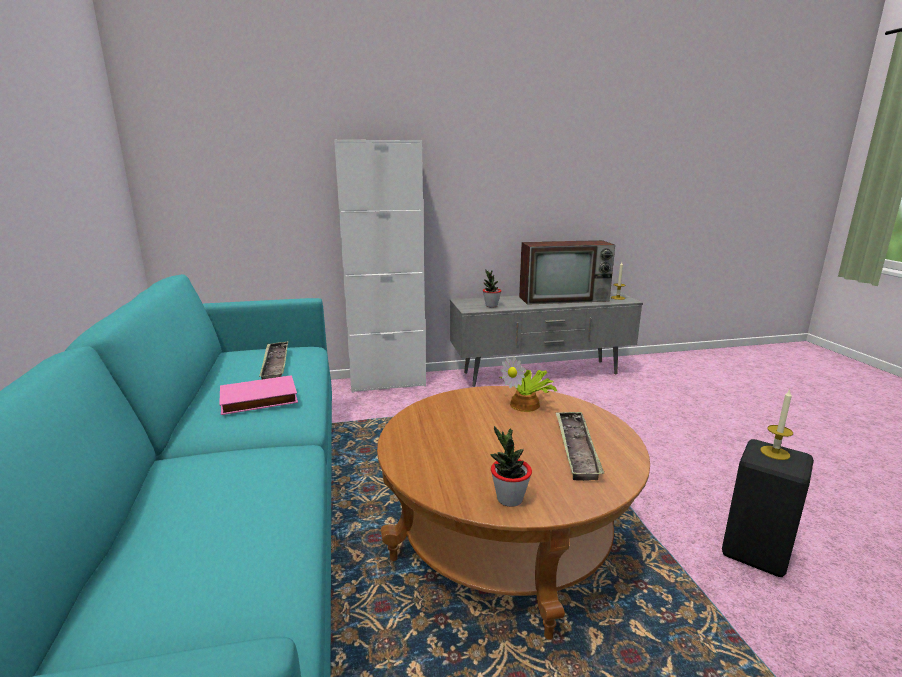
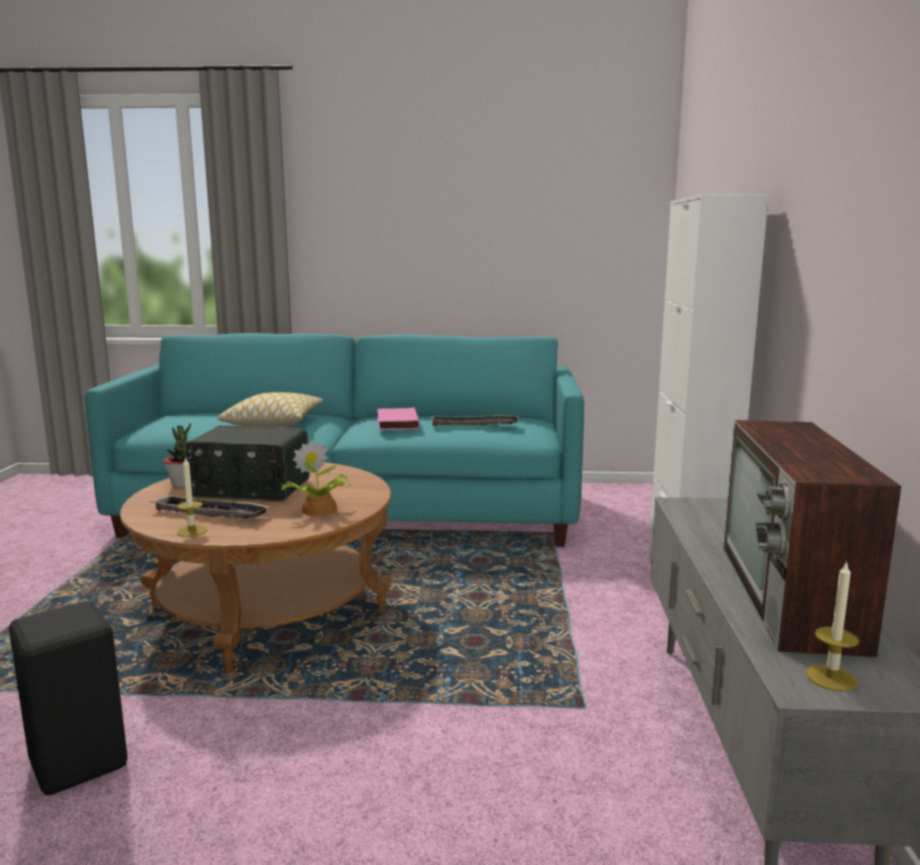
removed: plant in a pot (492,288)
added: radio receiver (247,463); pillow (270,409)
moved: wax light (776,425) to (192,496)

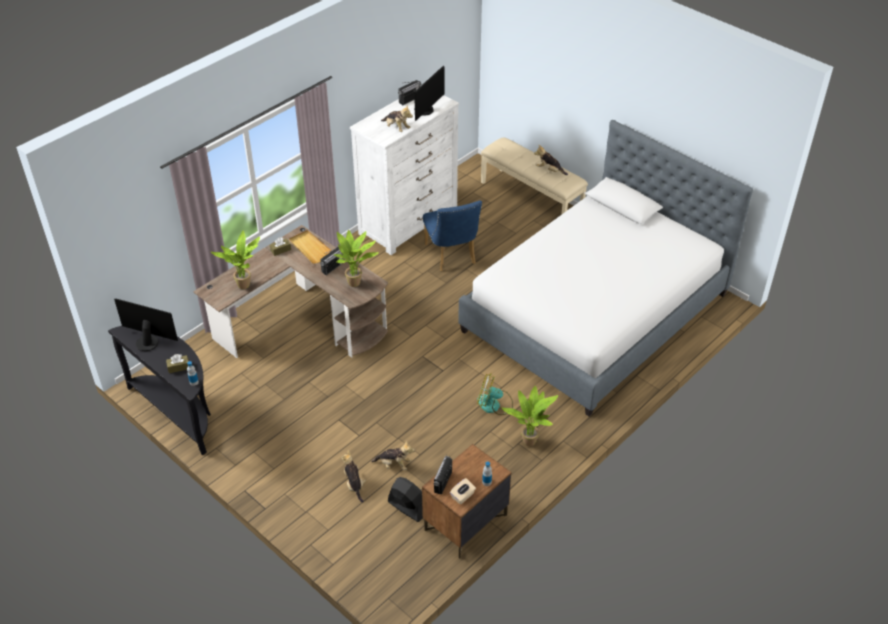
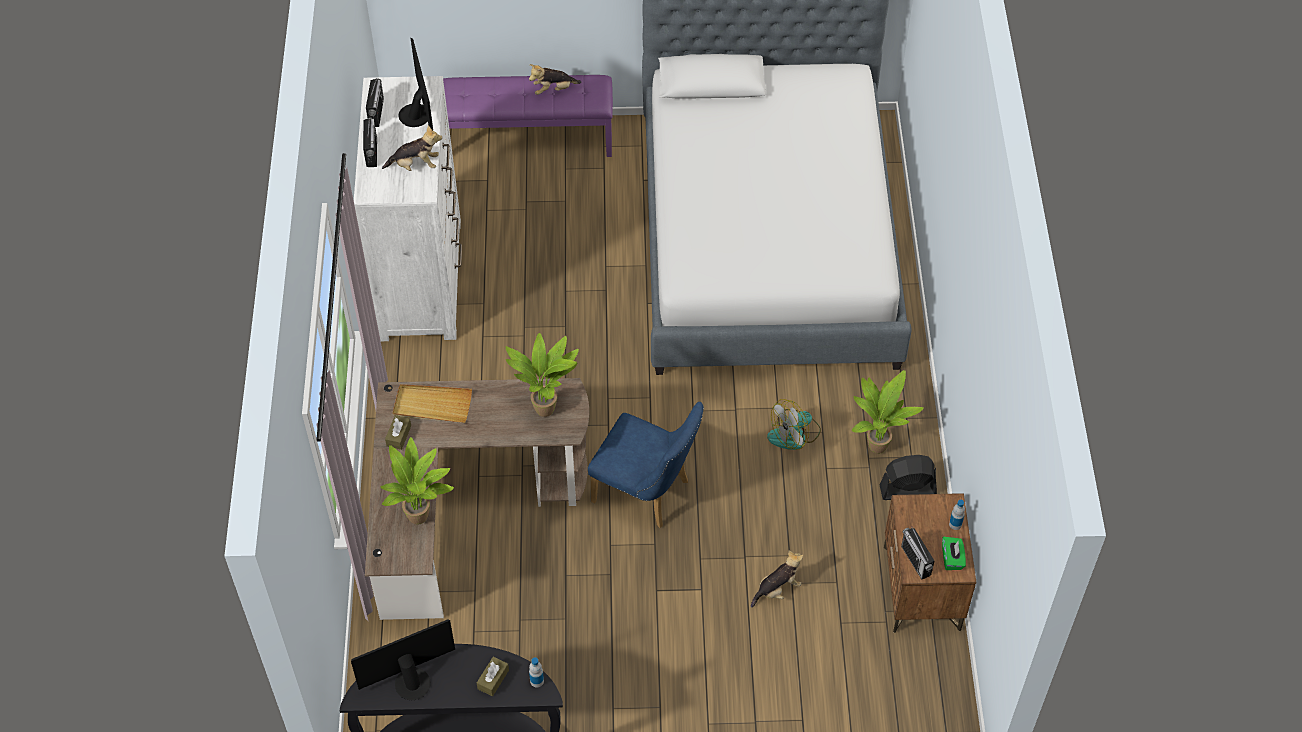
removed: plush toy (354,477)
moved: radio receiver (332,261) to (370,142); upright chair (blue-coloured) (452,236) to (646,465); cooling fan (blackish) (405,499) to (908,477)
recoloured: indoor bench (beige) (534,176) to indoor bench (purplish) (528,116); box of tissues (beige) (463,491) to box of tissues (greenish) (954,553)

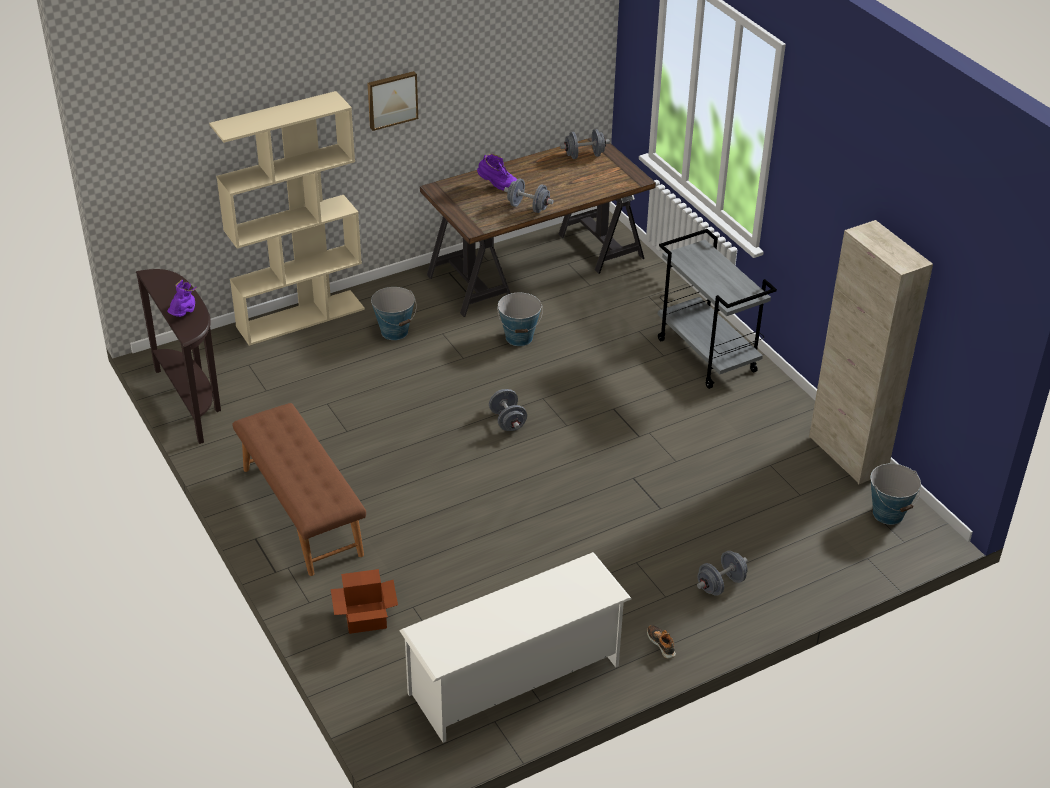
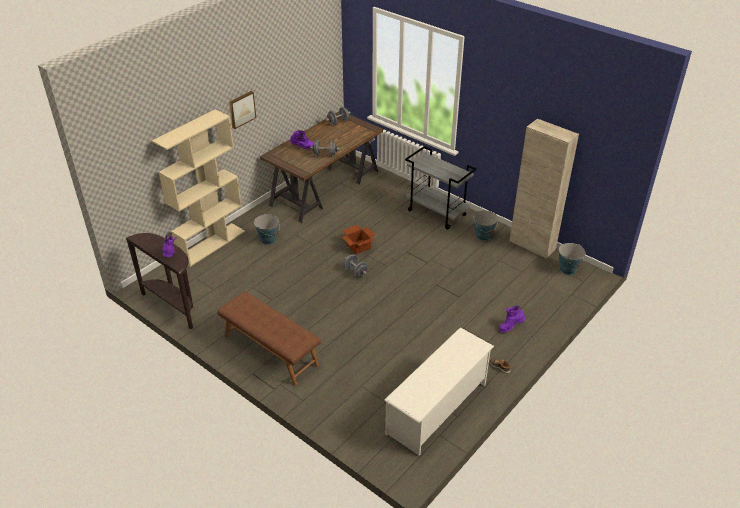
moved: cardboard box (364,601) to (358,239); pail (520,319) to (485,225)
replaced: hand weight (greyish) (722,573) to high-top boot (purplish) (512,319)

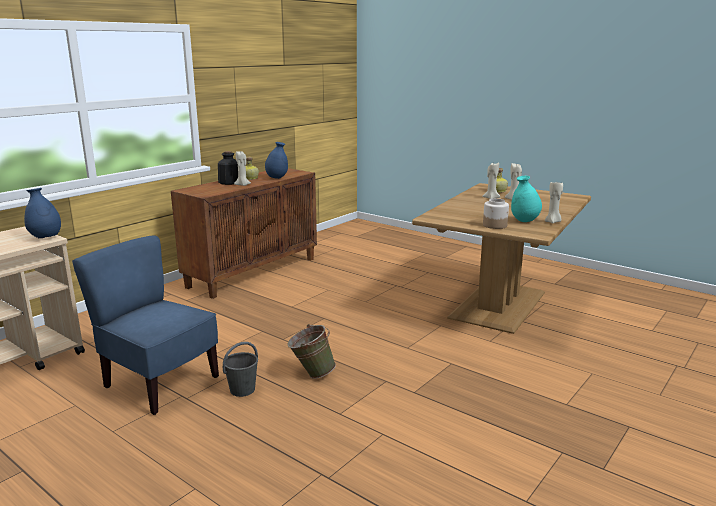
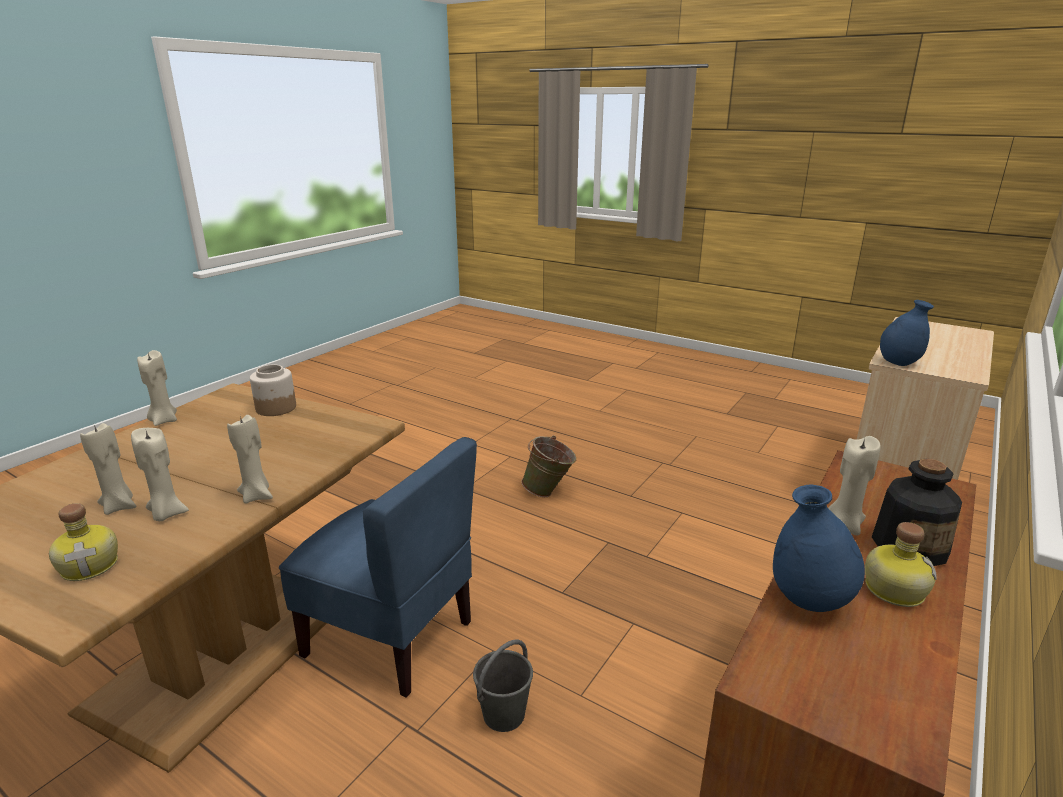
removed: flower vase (turquoise-coloured) (526,199)
added: wax light (beige) (250,459)
moved: upright chair (blue-coloured) (145,325) to (378,567); pail (greyish) (240,369) to (503,685)

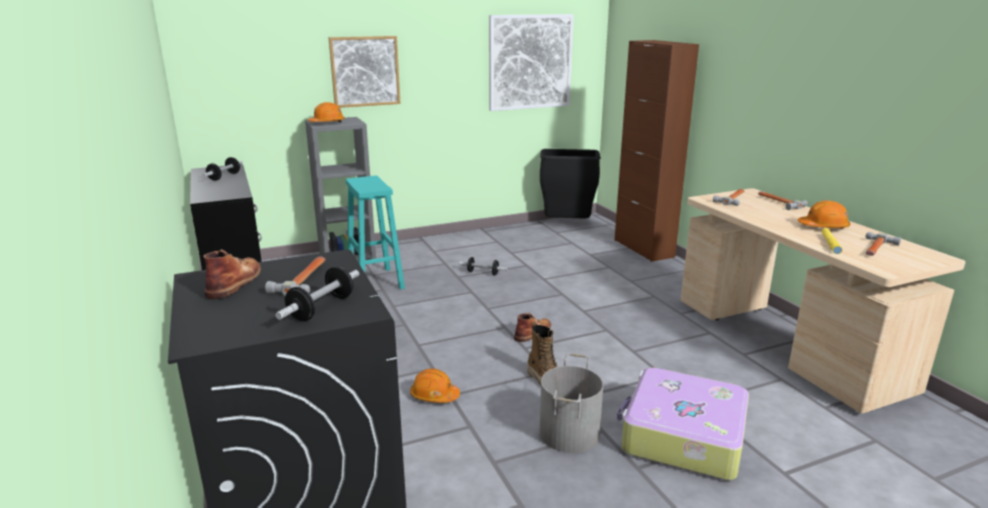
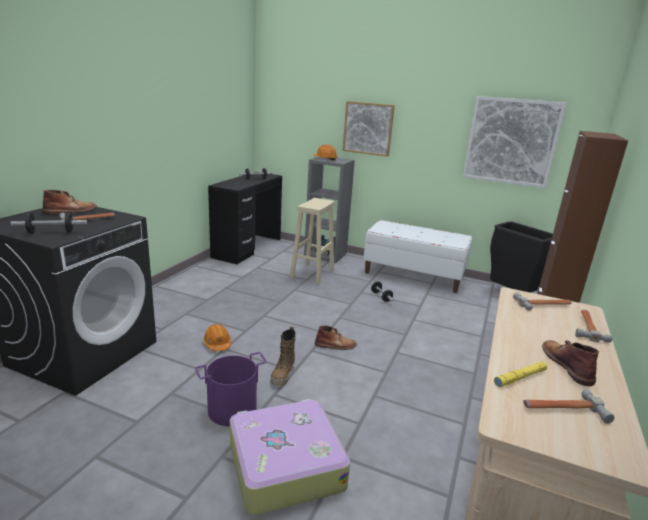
added: indoor bench (white-coloured) (417,256)
replaced: work helmet (orange) (824,215) to high-top boot (brown) (570,363)
recoloured: pail (greyish) (571,403) to pail (purplish) (231,389); sitting stool (turquoise-coloured) (375,232) to sitting stool (beige) (312,241)

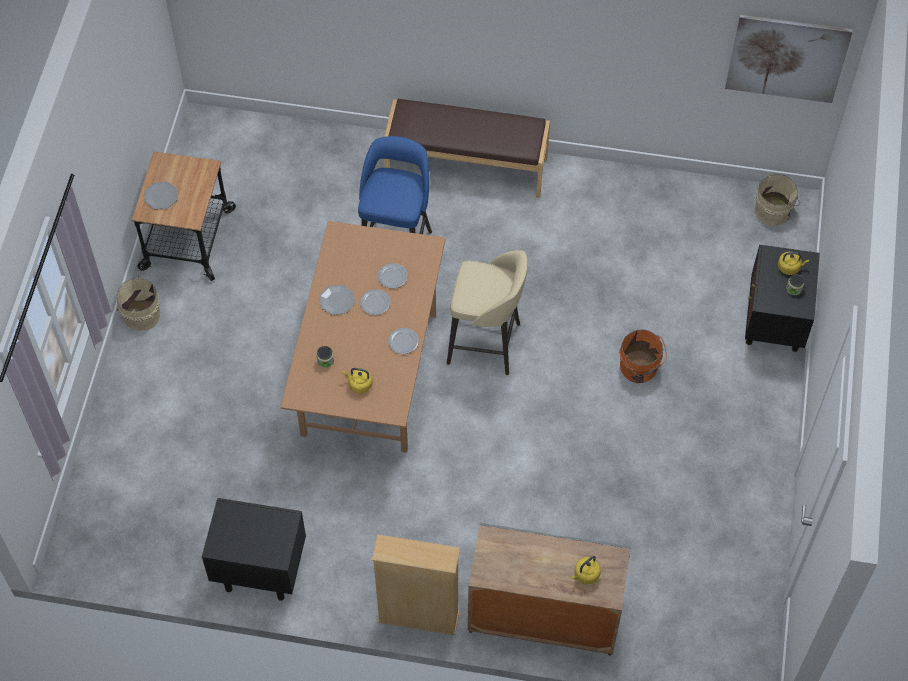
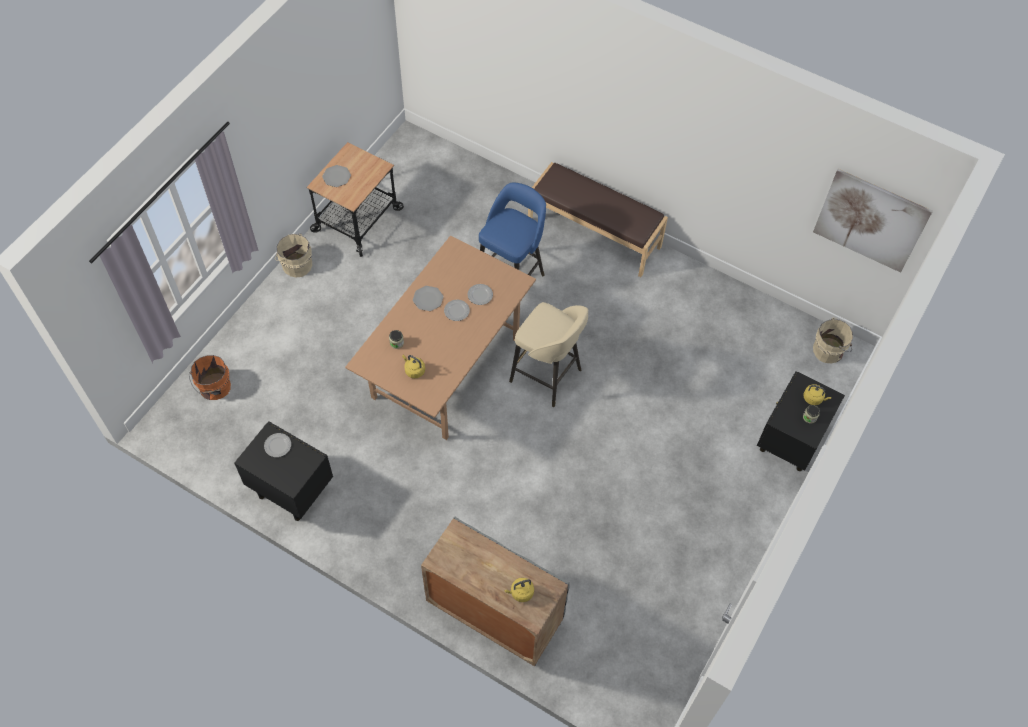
removed: bookshelf (beige) (416,584)
moved: pail (orange) (643,356) to (210,377); flat dish (403,341) to (277,445)

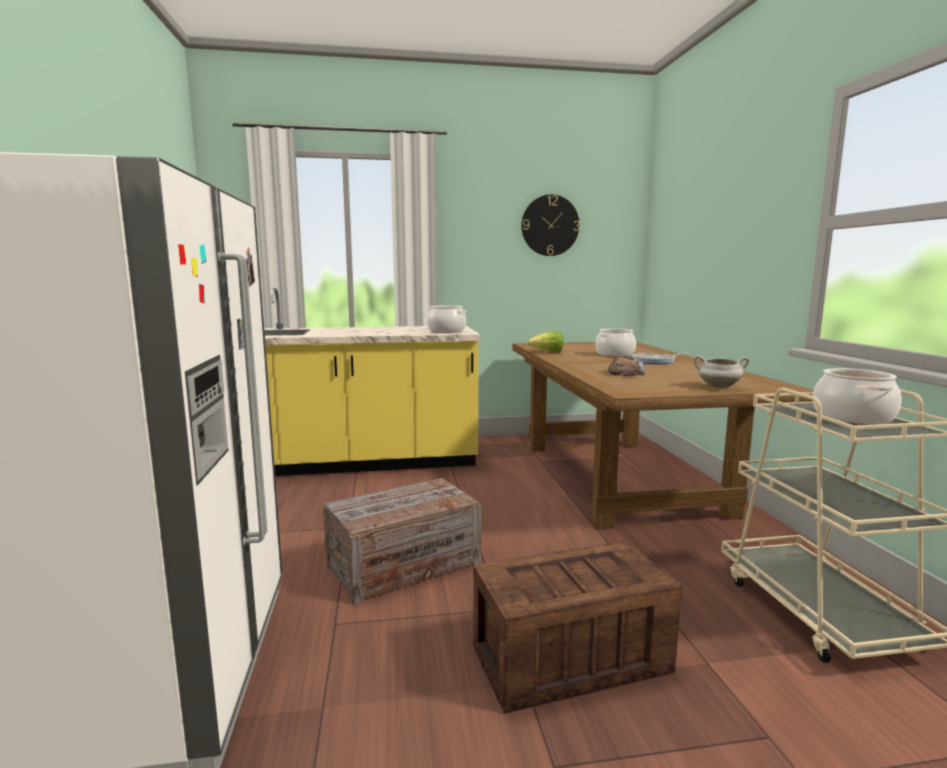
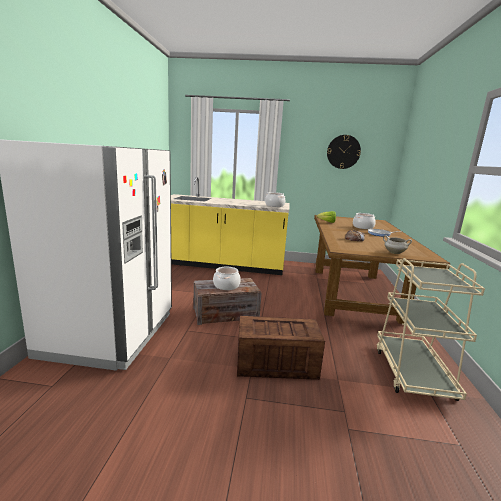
moved: cooking pot (857,396) to (227,278)

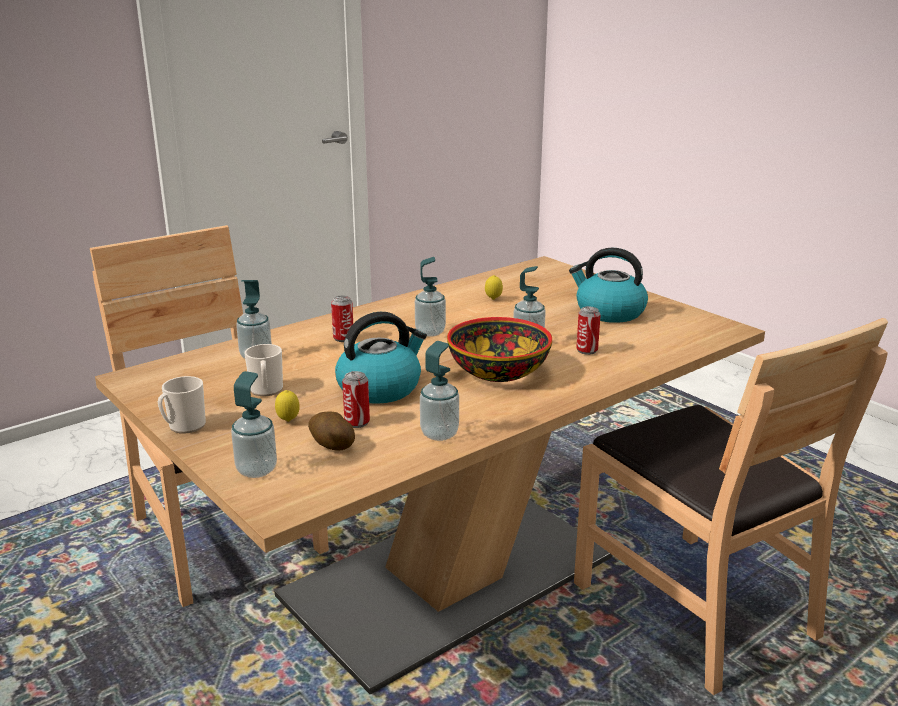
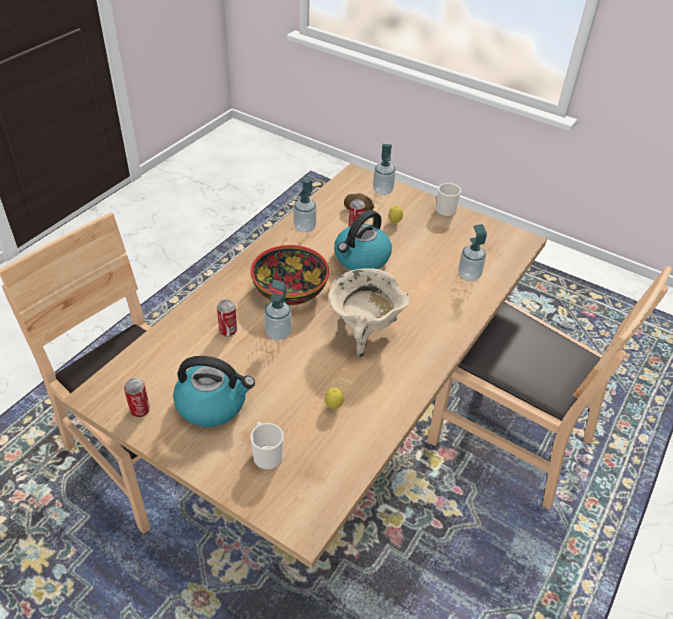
moved: metal can (342,319) to (137,397); coffee mug (263,370) to (267,446)
replaced: liquid soap bottle (430,297) to cooking pot (beige) (369,312)

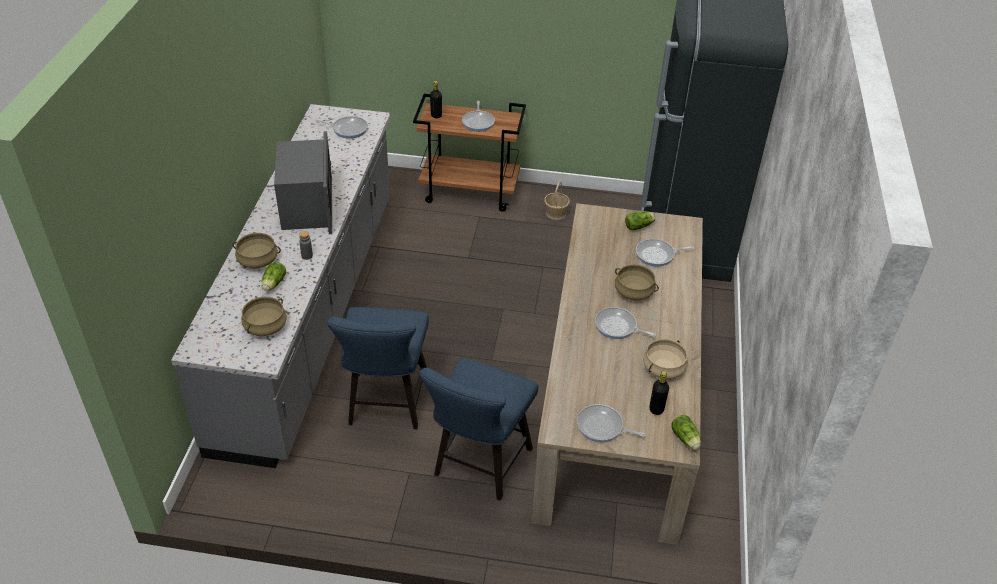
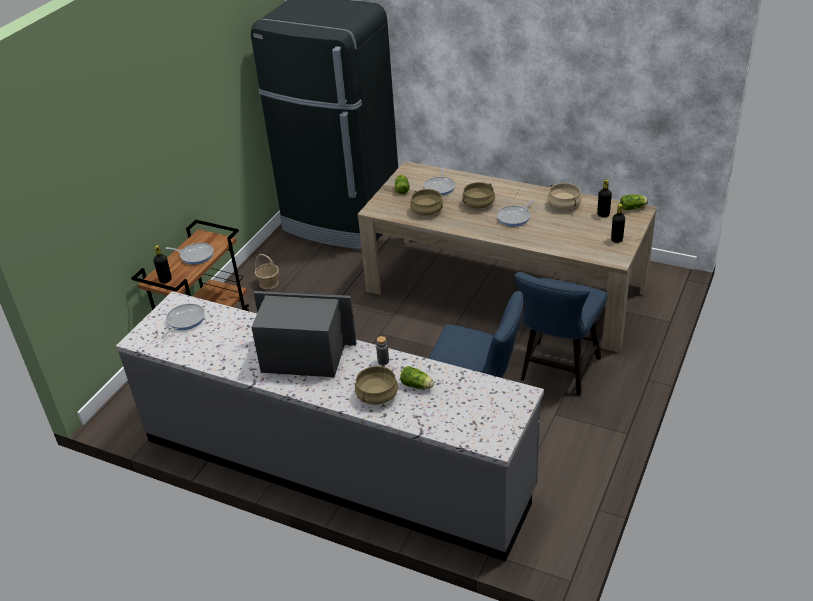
moved: cooking pot (beige) (264,316) to (426,202)
replaced: pan (611,423) to beverage bottle (blackish) (618,223)
turned: upright chair (blue-coloured) (478,429) = (560,334) 75 degrees clockwise

